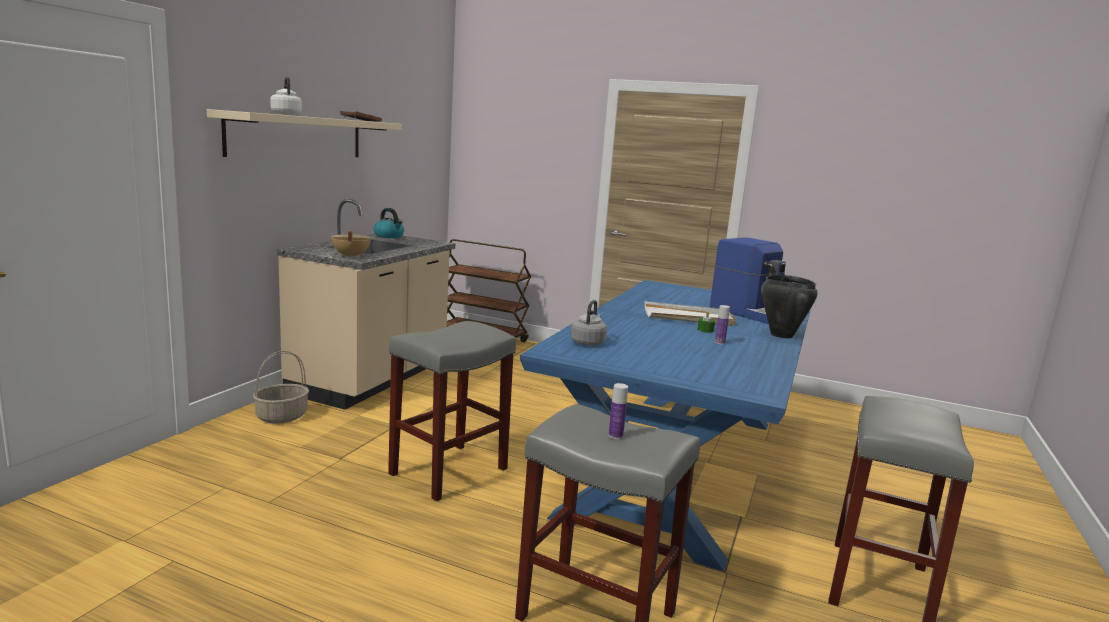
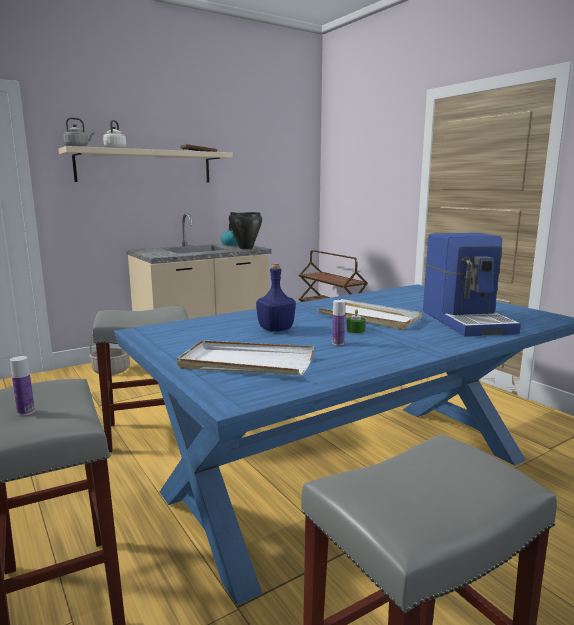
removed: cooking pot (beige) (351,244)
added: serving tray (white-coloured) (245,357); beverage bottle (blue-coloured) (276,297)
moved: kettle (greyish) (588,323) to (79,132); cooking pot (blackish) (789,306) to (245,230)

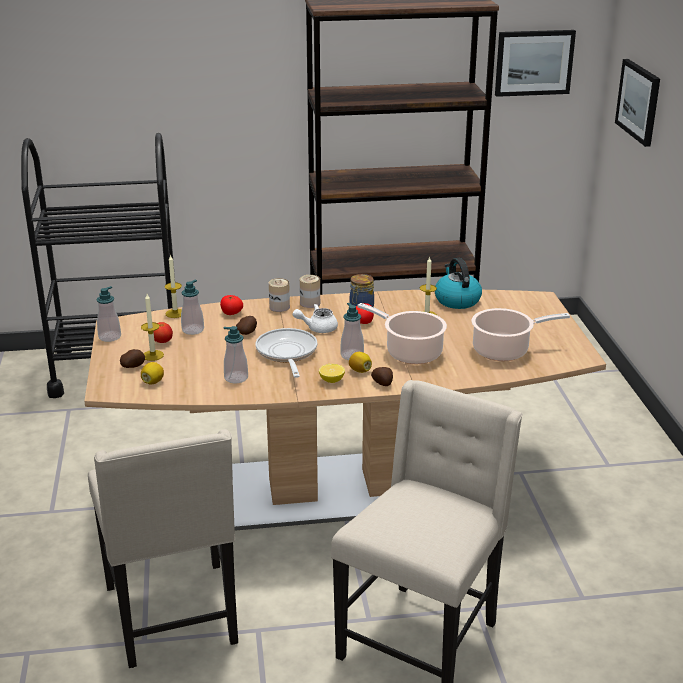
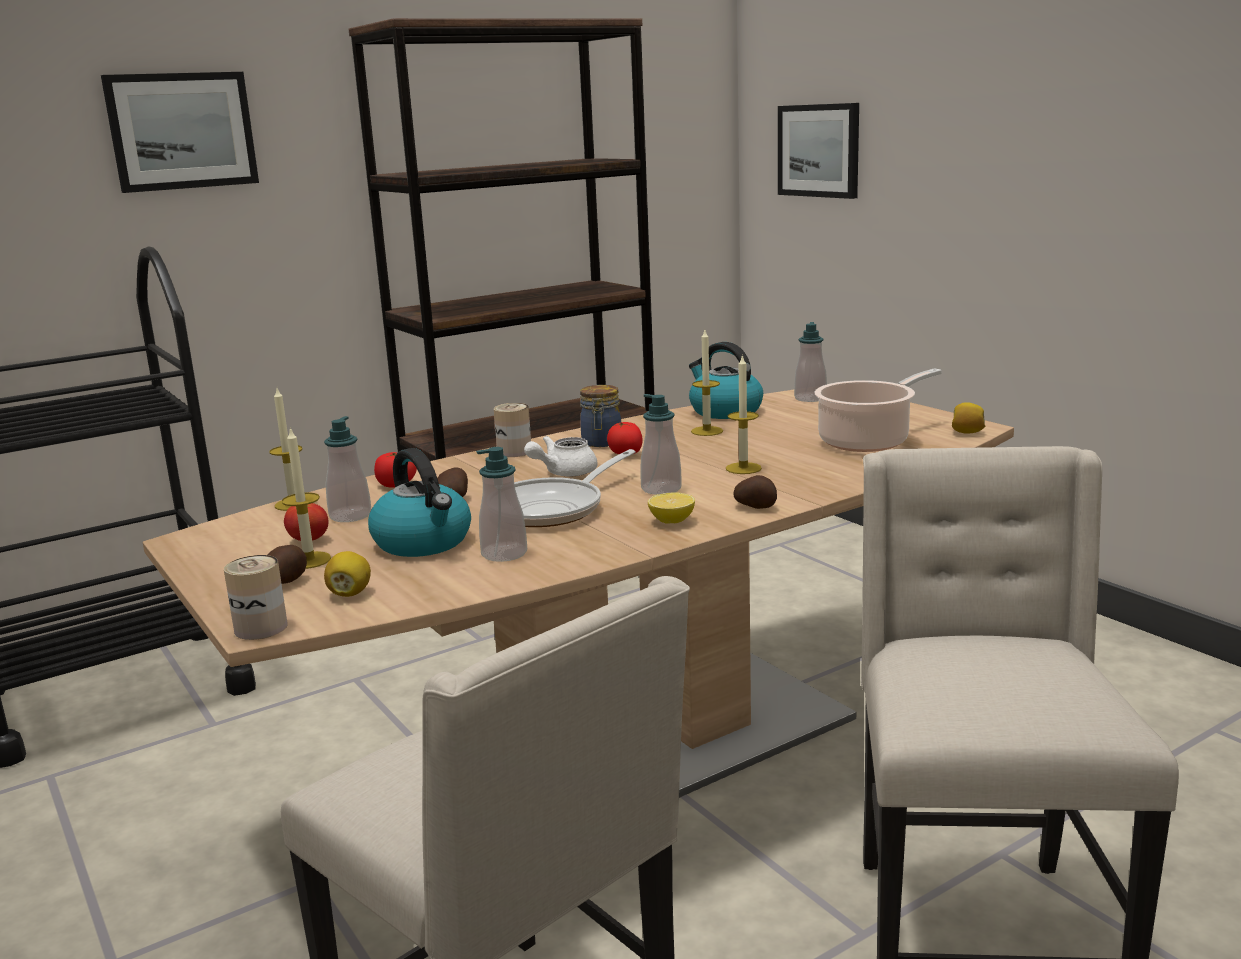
added: kettle (419,502)
moved: wall art (535,63) to (180,132); metal can (279,295) to (256,597); liquid soap bottle (109,314) to (810,362); whole lemon (360,362) to (969,418)
replaced: cooking pot (402,333) to wax light (744,414)
turned: pan (286,353) = (575,488) 105 degrees counterclockwise

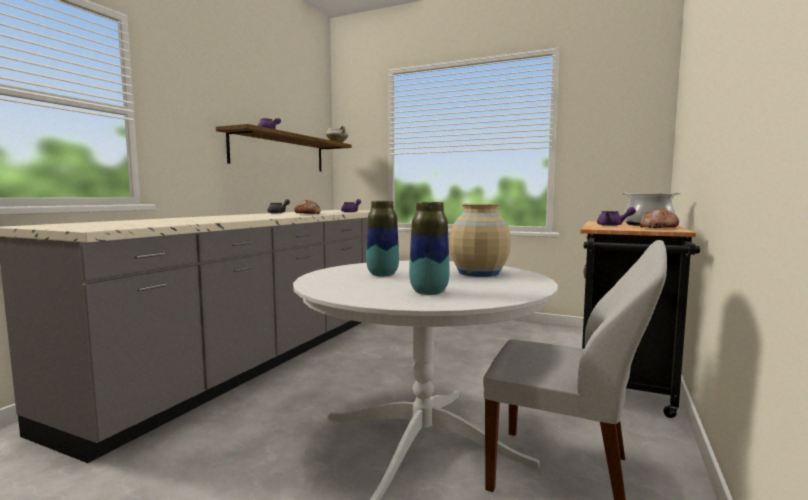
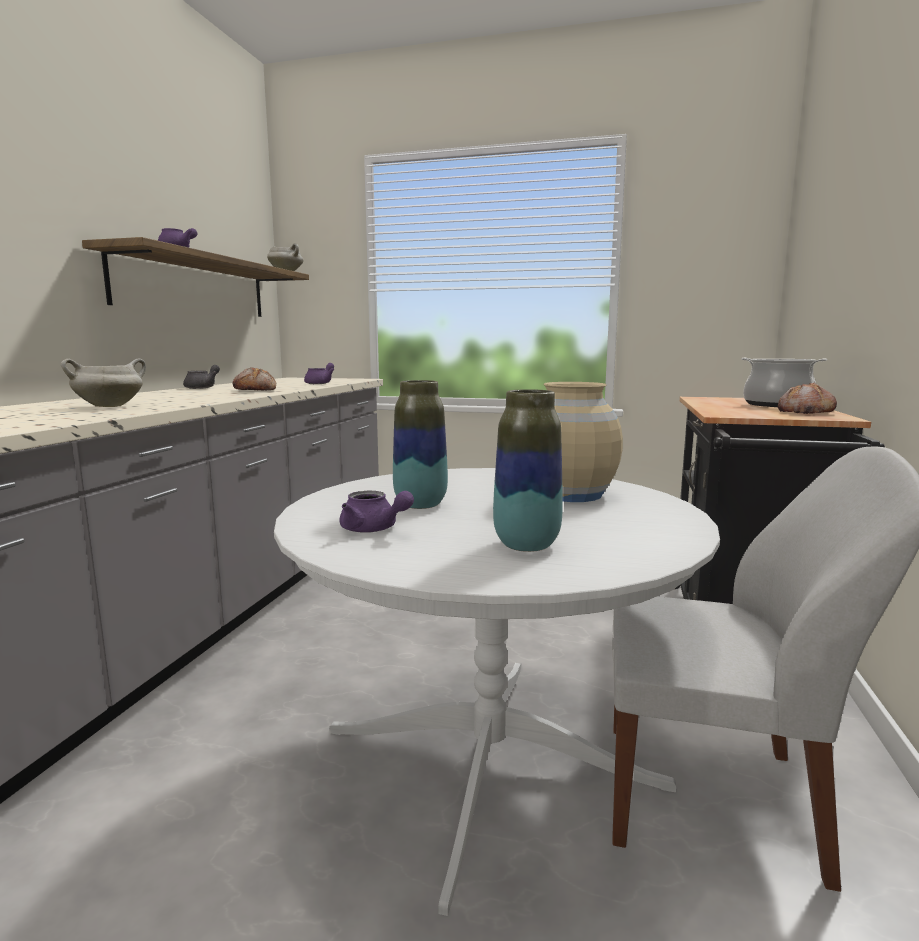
added: cooking pot (white-coloured) (103,383)
moved: teapot (purplish) (616,216) to (376,512)

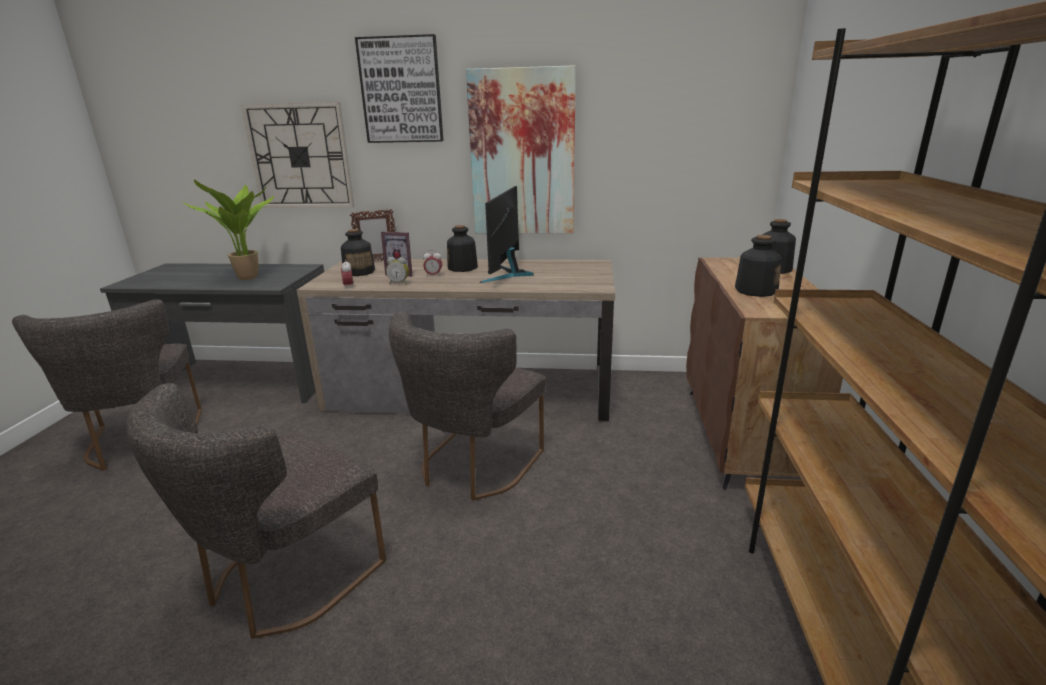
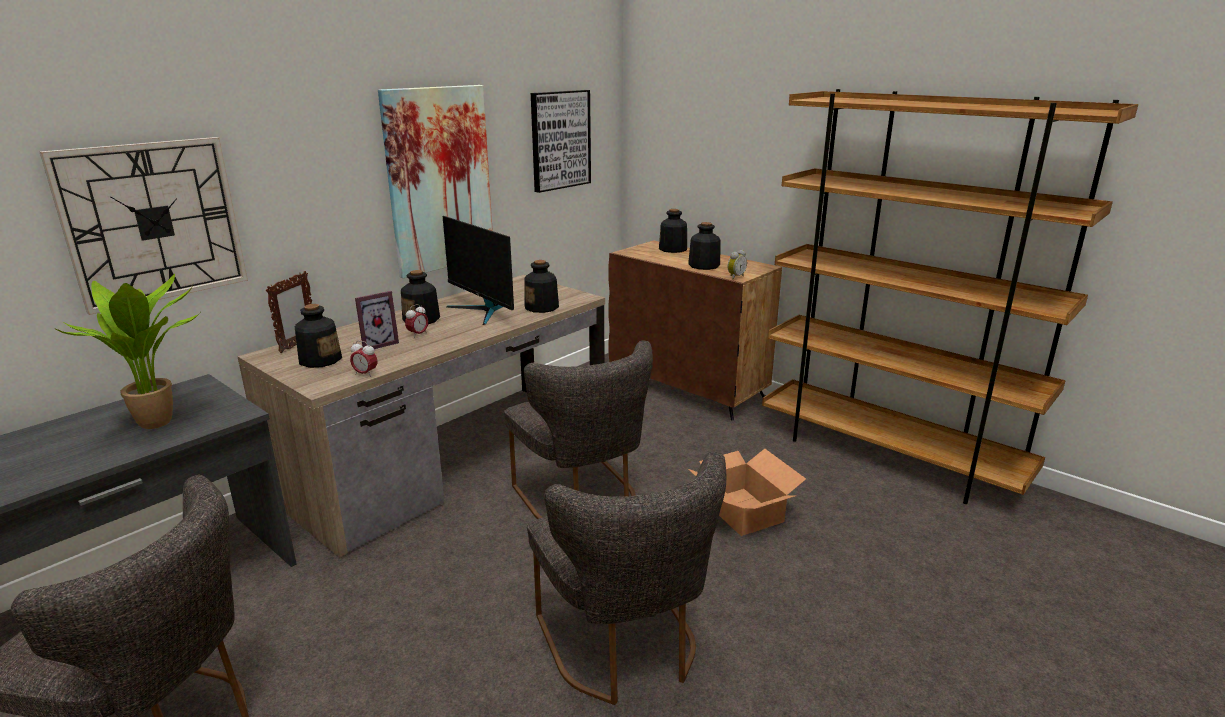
added: beverage bottle (541,286); cardboard box (747,492)
moved: wall art (399,88) to (561,141); table clock (397,271) to (737,264)

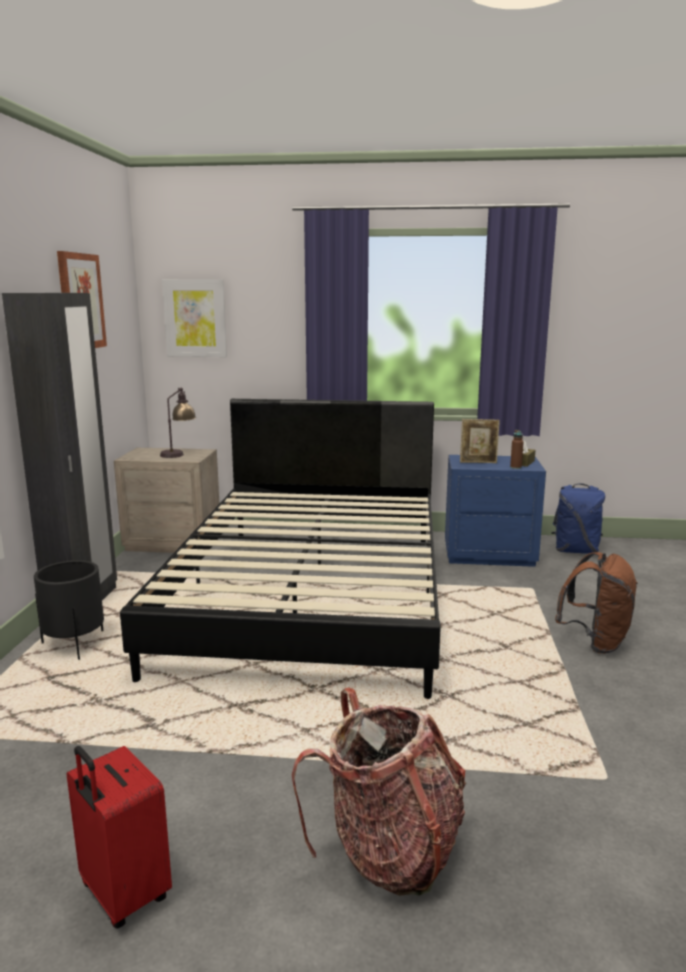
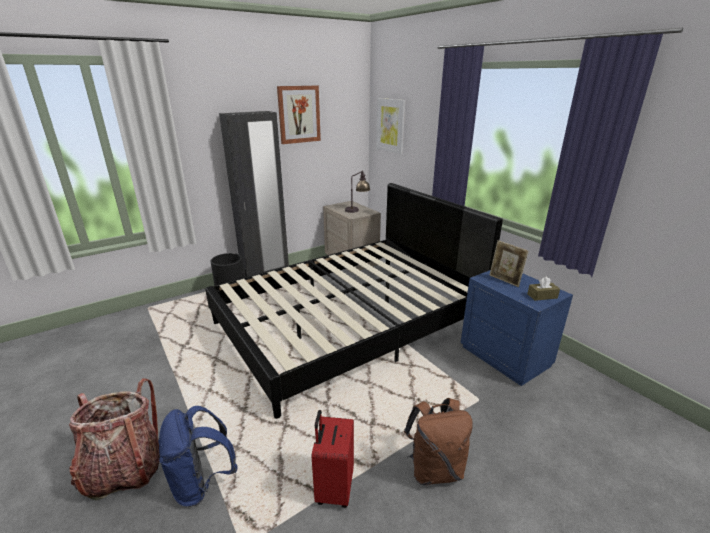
removed: beverage bottle (brown) (517,449)
moved: rucksack (blue-coloured) (578,519) to (198,456); piece of luggage (red) (119,837) to (333,459)

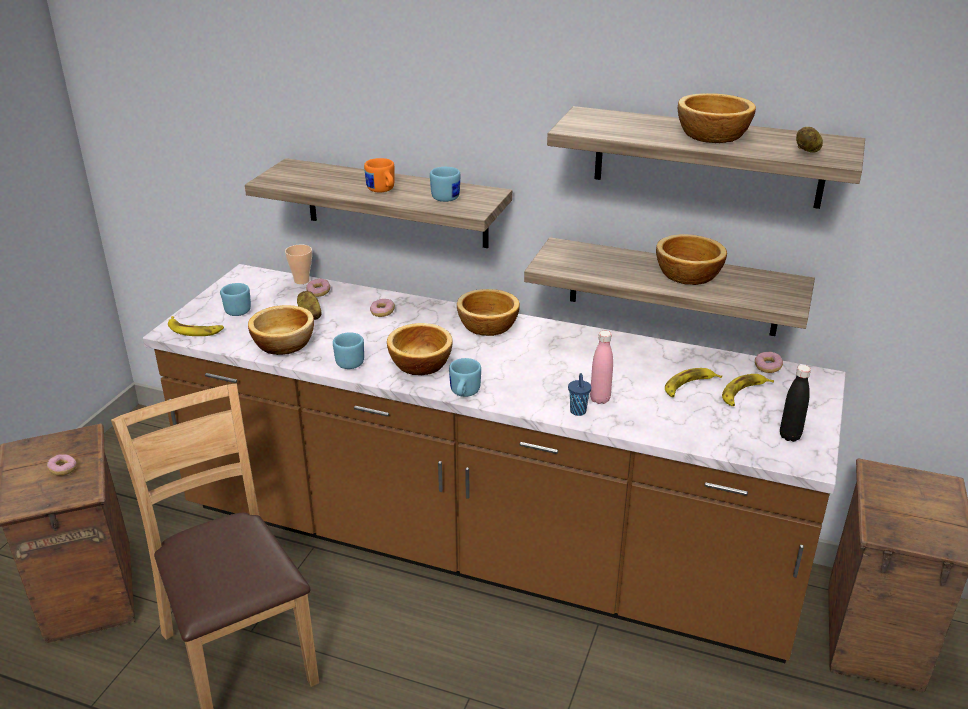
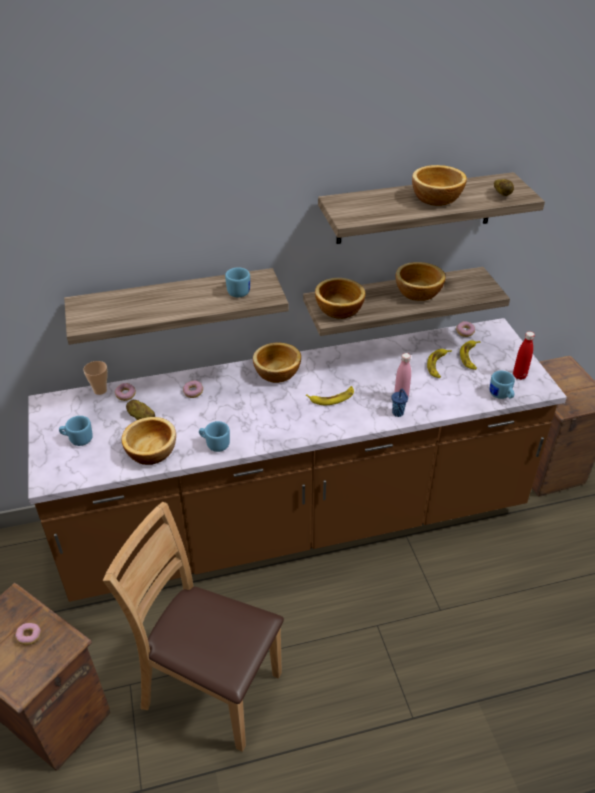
removed: coffee mug (orange) (379,175)
moved: whole banana (196,326) to (330,395); bowl (420,349) to (340,298); coffee mug (blue-coloured) (465,377) to (502,385)
recoloured: beverage bottle (blackish) (795,403) to beverage bottle (red) (524,355)

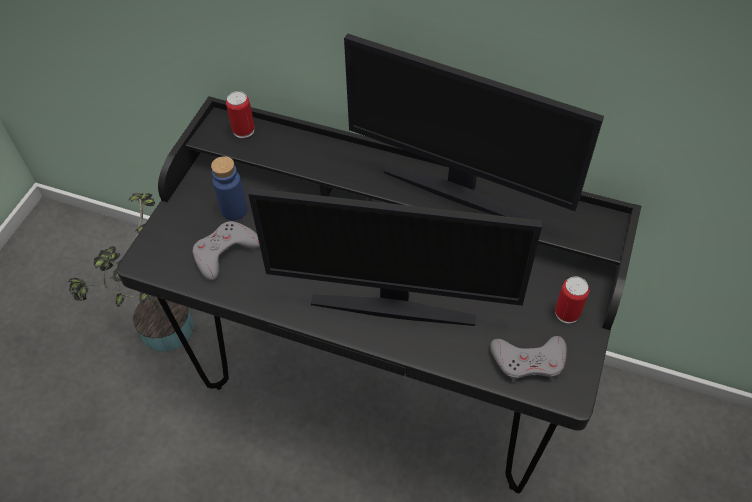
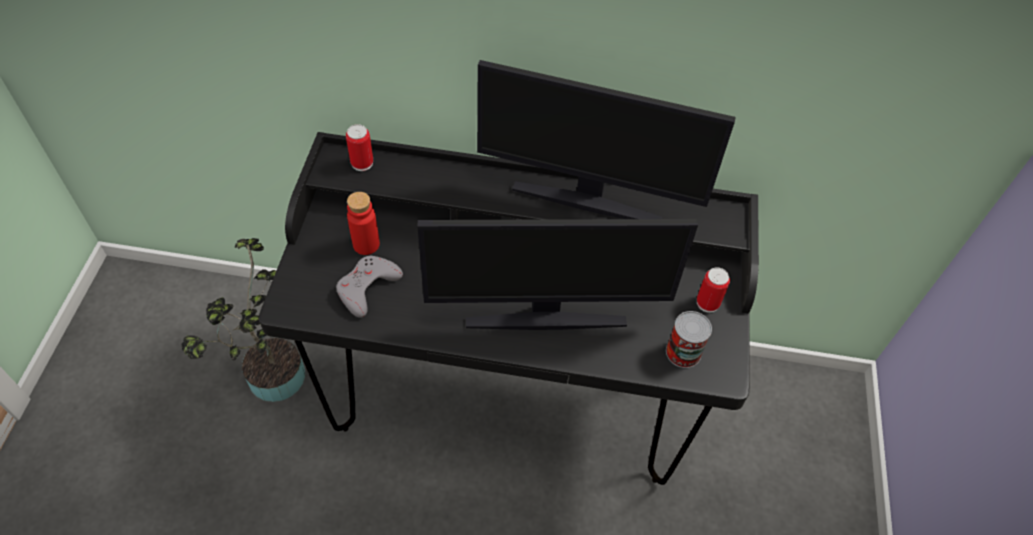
replaced: joypad (greyish) (528,359) to metal can (689,339)
recoloured: beverage bottle (blue-coloured) (229,188) to beverage bottle (red) (363,223)

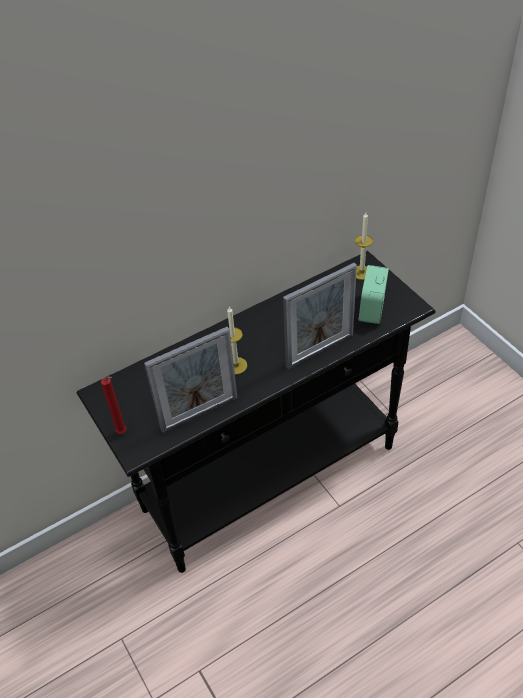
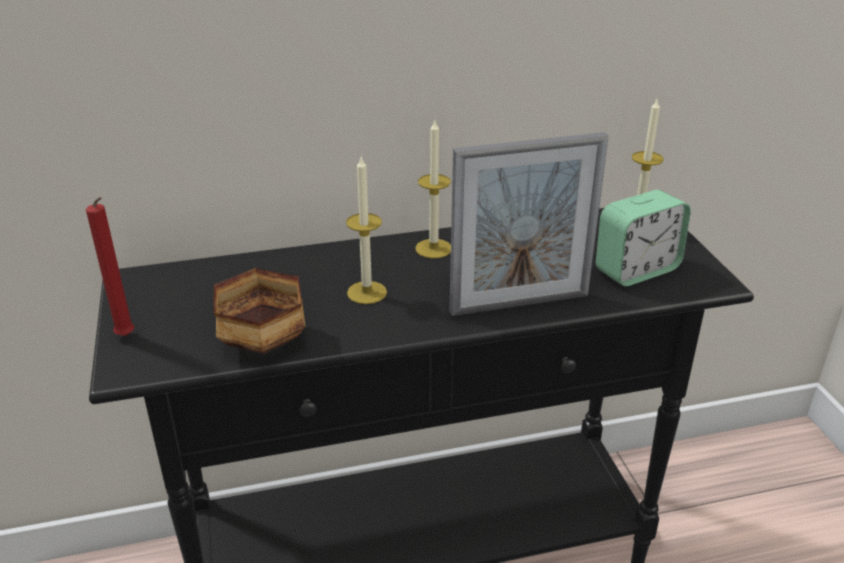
added: wax light (433,189)
replaced: standing frame (191,380) to bowl (259,311)
turned: table clock (374,294) = (643,238) 150 degrees counterclockwise

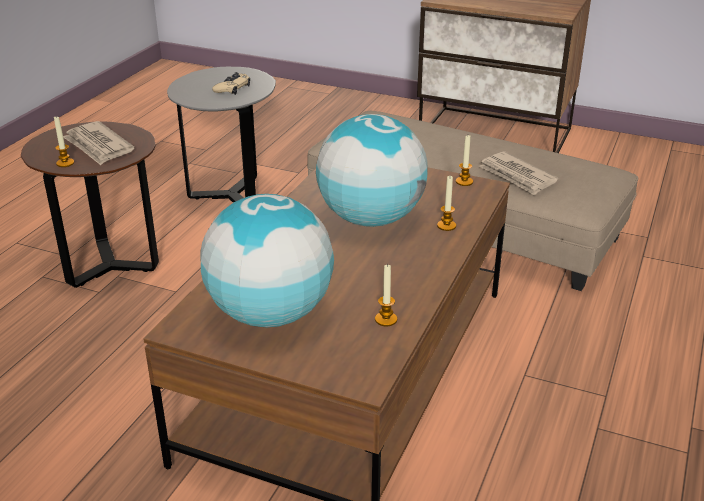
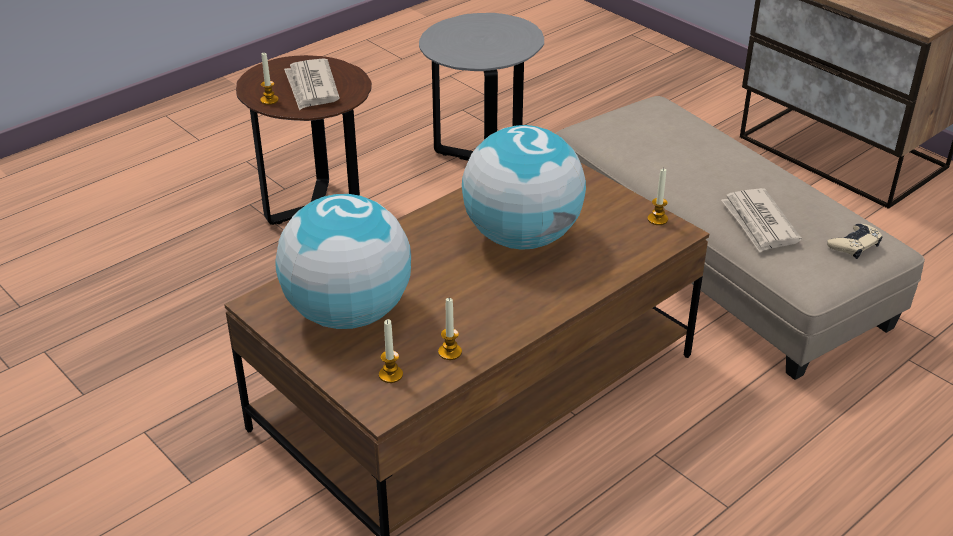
moved: wax light (446,203) to (391,351); joypad (beige) (231,83) to (854,241)

